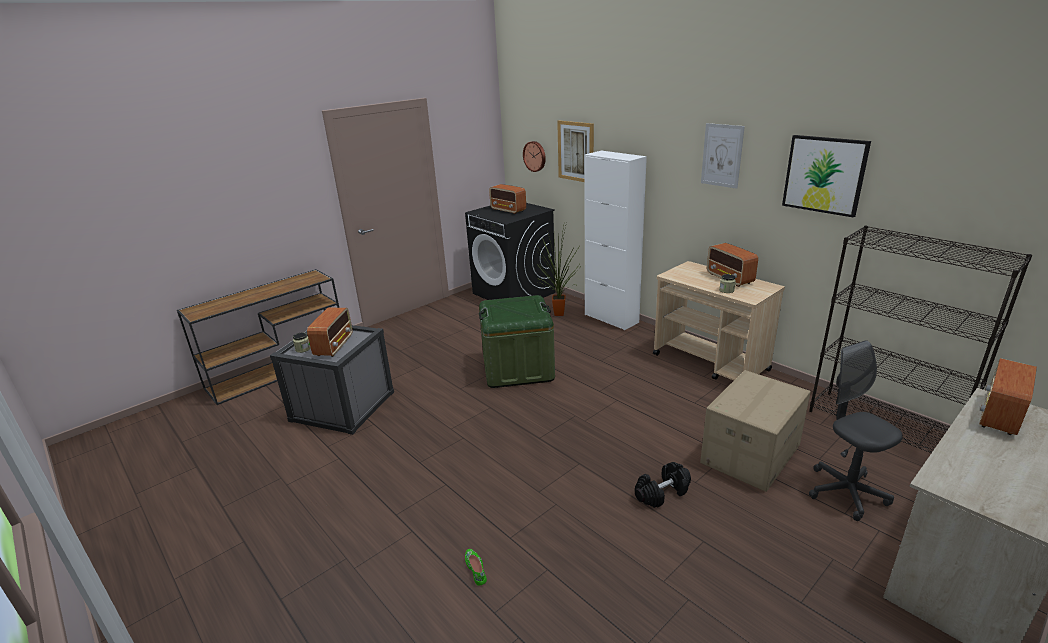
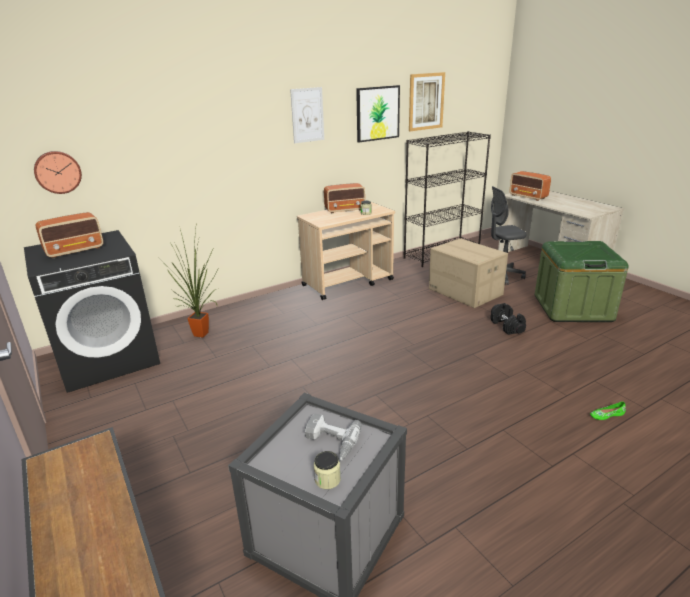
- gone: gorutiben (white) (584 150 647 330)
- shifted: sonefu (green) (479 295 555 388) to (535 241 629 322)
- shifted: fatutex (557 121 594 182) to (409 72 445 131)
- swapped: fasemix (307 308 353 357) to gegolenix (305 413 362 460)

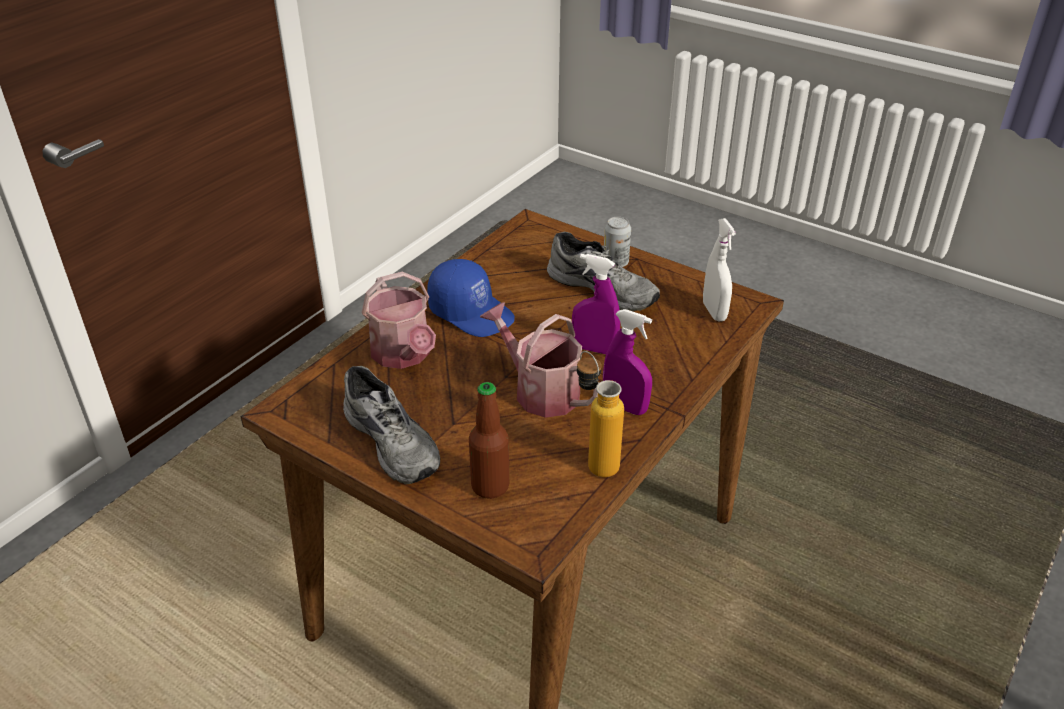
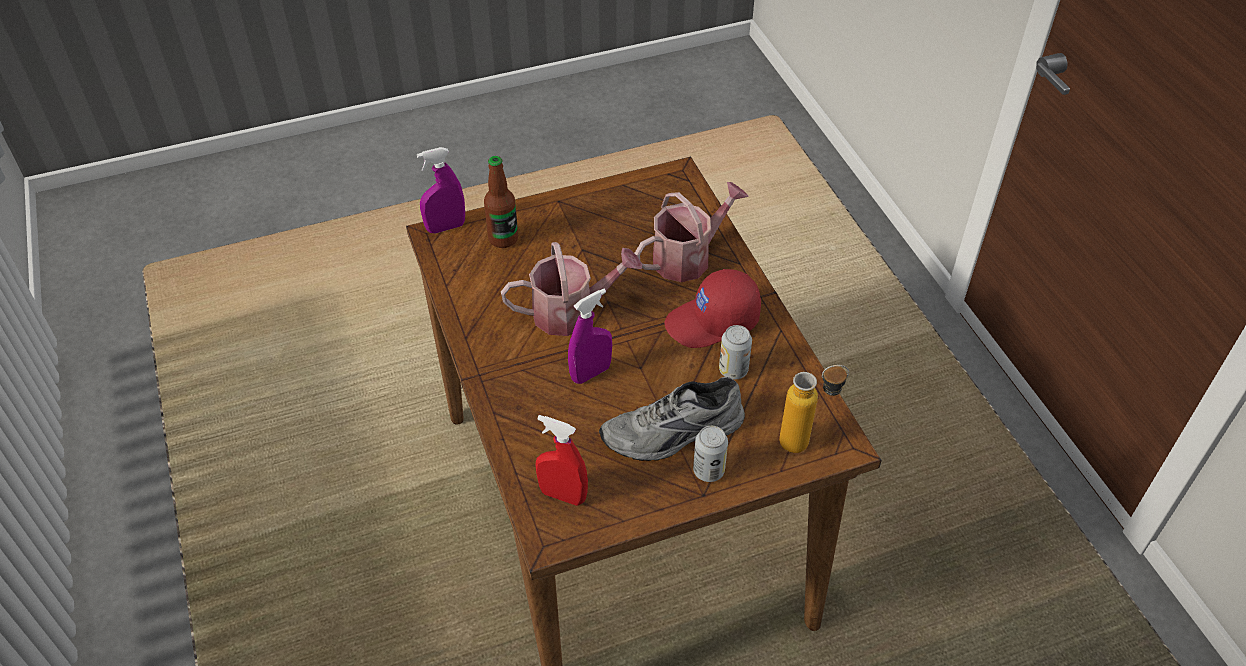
- gone: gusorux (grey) (343 366 440 484)
- new: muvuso (719 325 752 379)
- shifted: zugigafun (577 351 624 478) to (779 365 849 453)
- shifted: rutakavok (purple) (603 309 652 415) to (417 147 465 234)
- repainted: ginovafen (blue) (427 259 515 337) to ginovafen (red) (664 269 761 348)
- repainted: rutakavok (white) (703 218 736 321) to rutakavok (red) (536 415 588 506)
- rotated: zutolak (361 272 436 369) = (635 182 749 282) 135 degrees clockwise

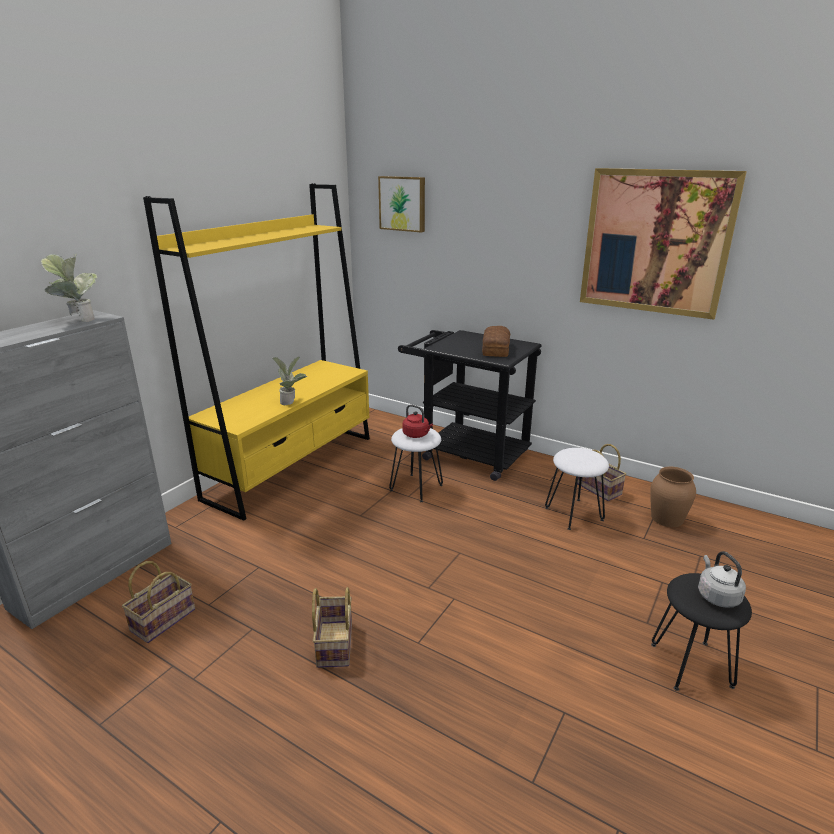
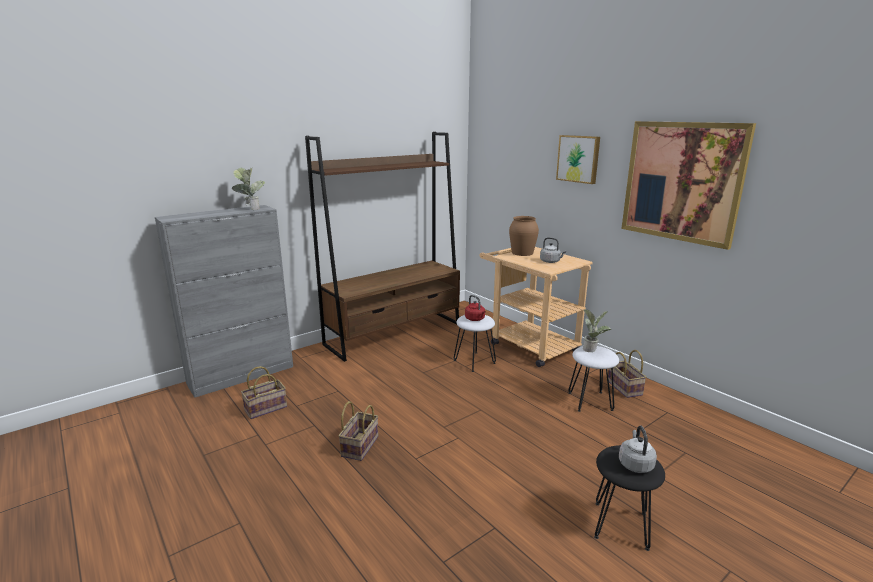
- shifted: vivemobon (272 357 307 405) to (583 309 611 352)
- shifted: fatutex (378 176 425 232) to (556 135 600 184)
- shifted: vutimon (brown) (650 467 696 527) to (509 216 539 256)
- swapped: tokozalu (482 326 510 357) to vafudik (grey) (540 237 566 263)
- repainted: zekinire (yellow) (143 183 370 521) to zekinire (brown) (305 132 460 362)
- repainted: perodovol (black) (398 330 541 481) to perodovol (beige) (480 247 593 367)

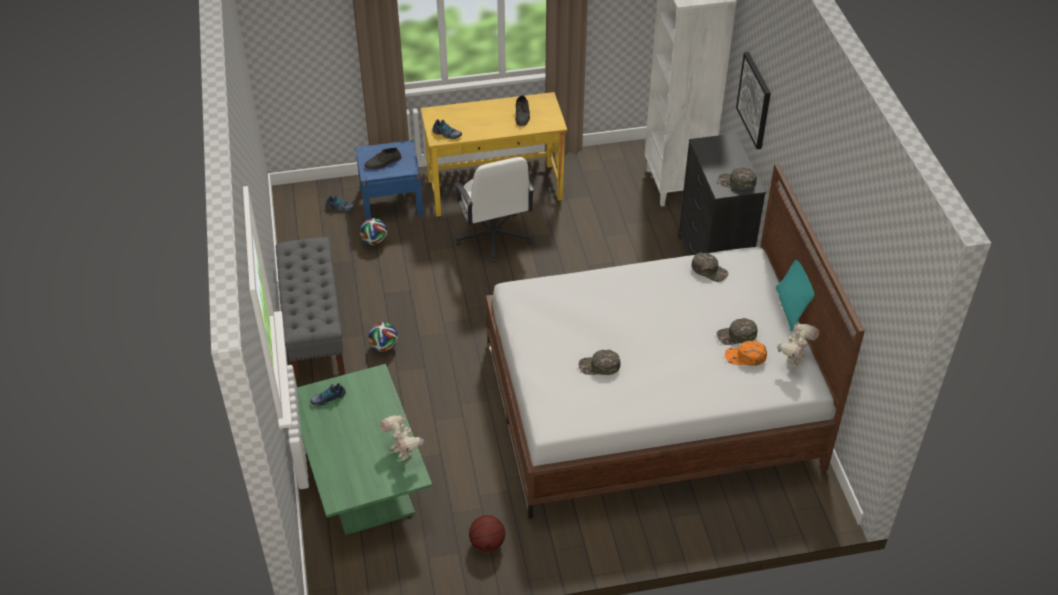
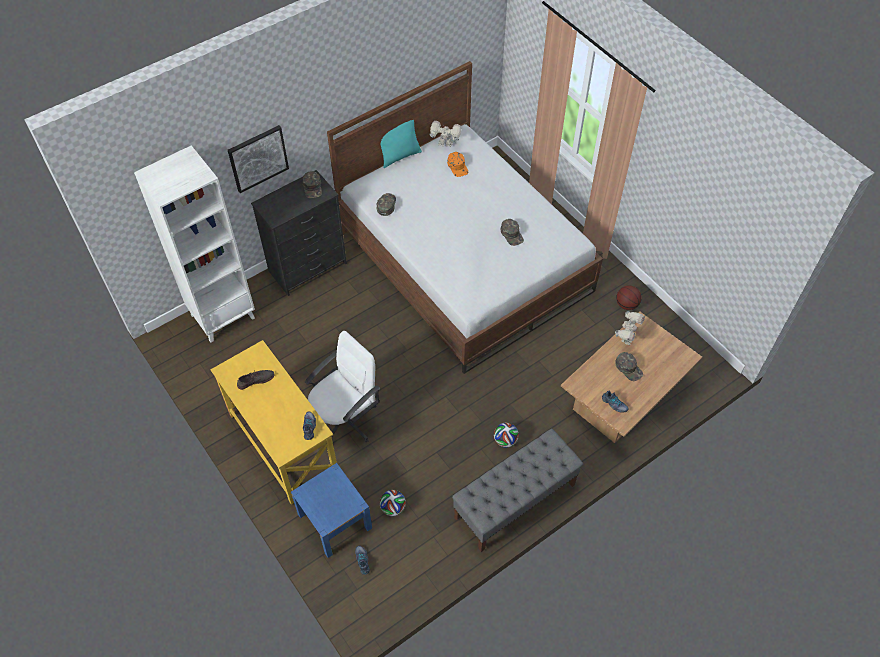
- gone: gusorux (grey) (364 148 402 169)
- shifted: ginovafen (green) (717 318 757 345) to (615 352 643 381)
- repainted: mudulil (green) (297 364 432 535) to mudulil (brown) (561 311 702 443)

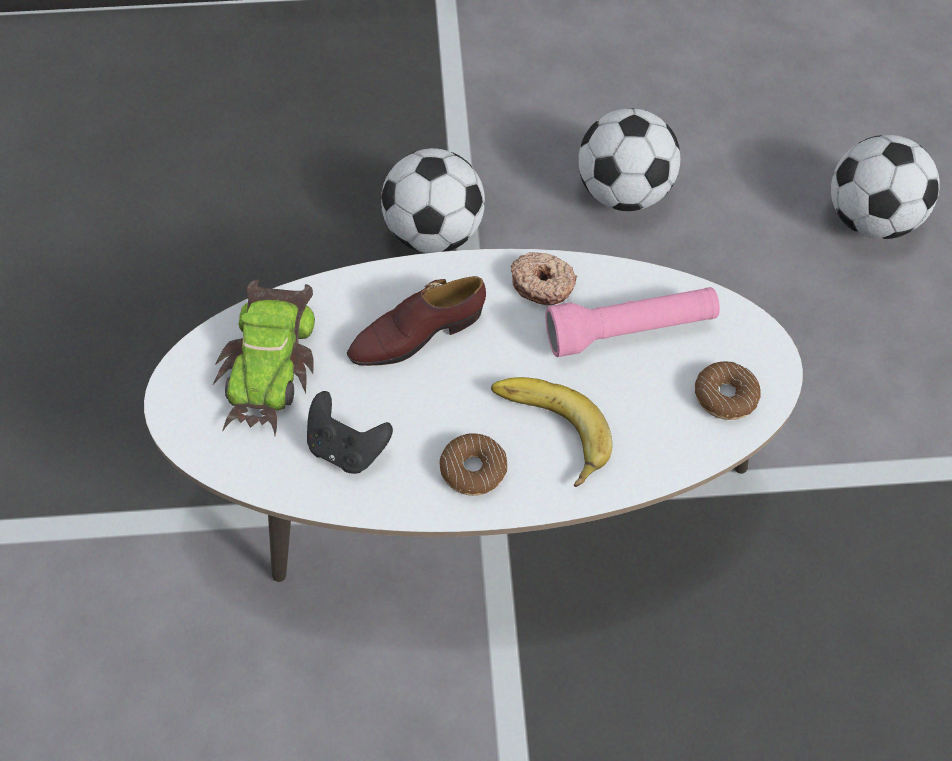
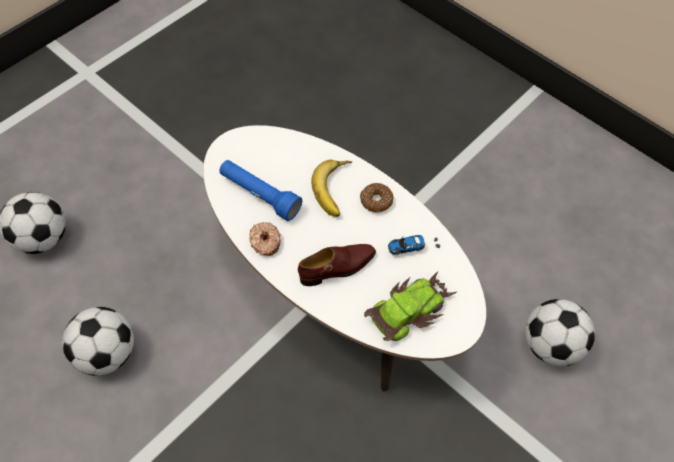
- gone: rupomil (695 361 761 420)
- shifted: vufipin (381 148 485 253) to (526 299 595 366)
- swapped: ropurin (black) (307 391 393 474) to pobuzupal (388 235 440 255)
- repainted: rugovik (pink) (545 287 720 357) to rugovik (blue) (219 160 302 221)
- rotated: gusorux (brown) (347 276 486 366) = (298 244 376 286) 45 degrees counterclockwise

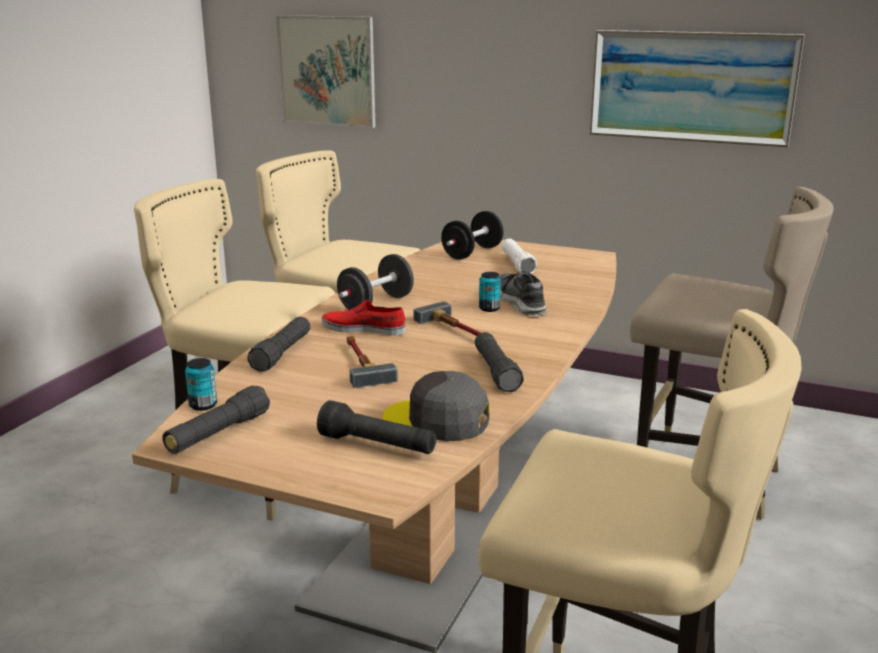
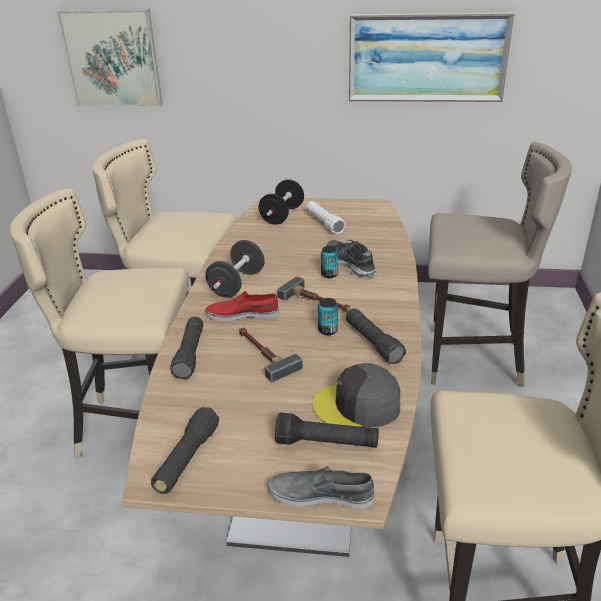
- new: gusorux (grey) (268 466 374 509)
- shifted: muvuso (185 358 217 411) to (318 298 338 335)

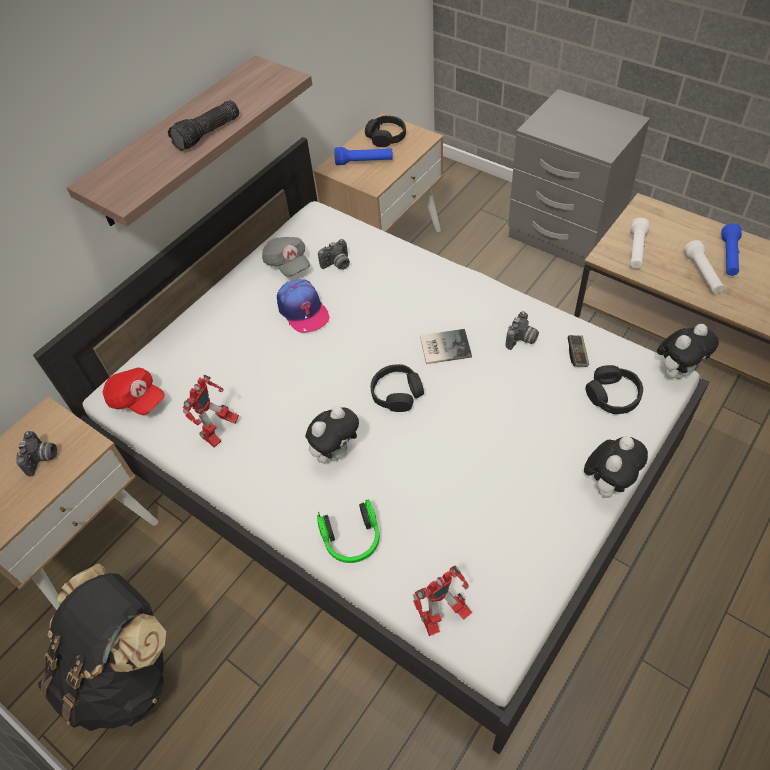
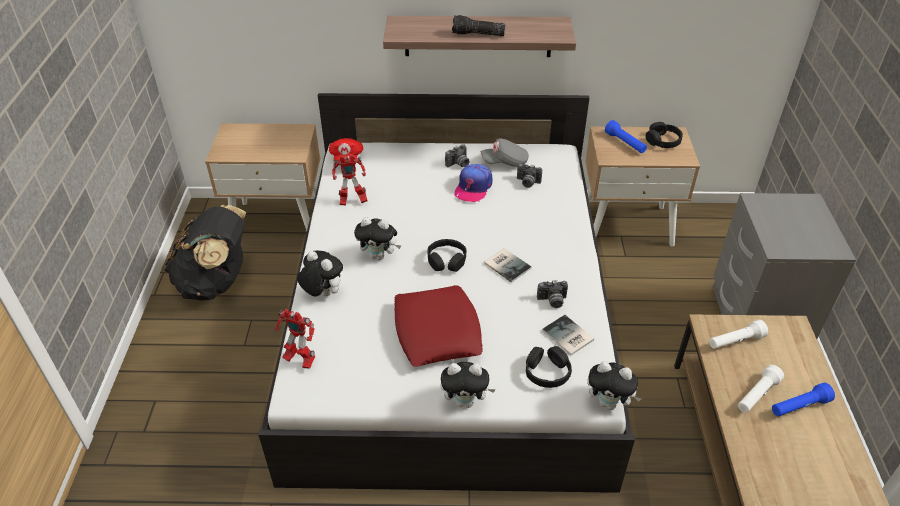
- new: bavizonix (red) (394 285 483 367)
- shifted: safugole (16 431 57 476) to (445 144 470 167)
- swapped: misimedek (317 499 379 563) to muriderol (297 251 343 296)
- swapped: ropurin (567 335 589 367) to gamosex (542 315 594 356)
- rotated: ginovafen (grey) (262 237 310 277) = (481 138 529 167) 60 degrees clockwise

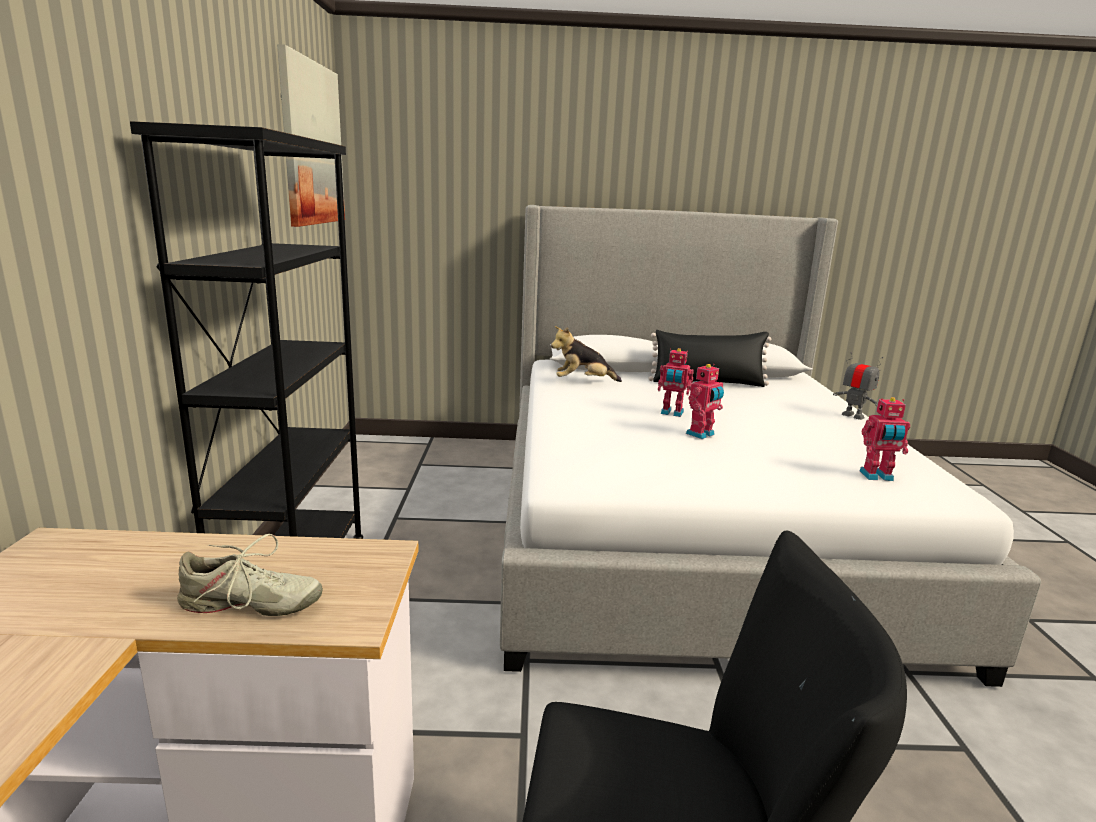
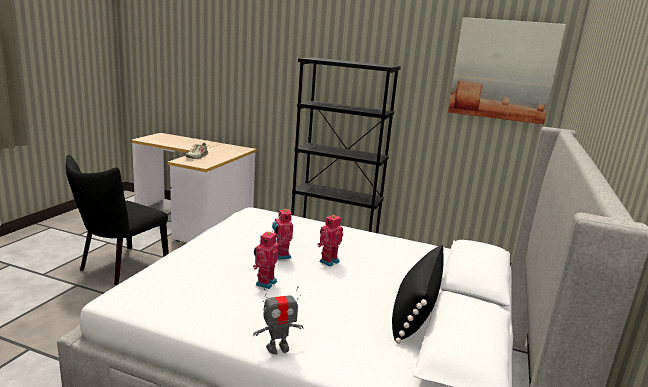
- gone: muriderol (551 326 622 382)
- shifted: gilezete (859 397 910 481) to (253 230 279 289)

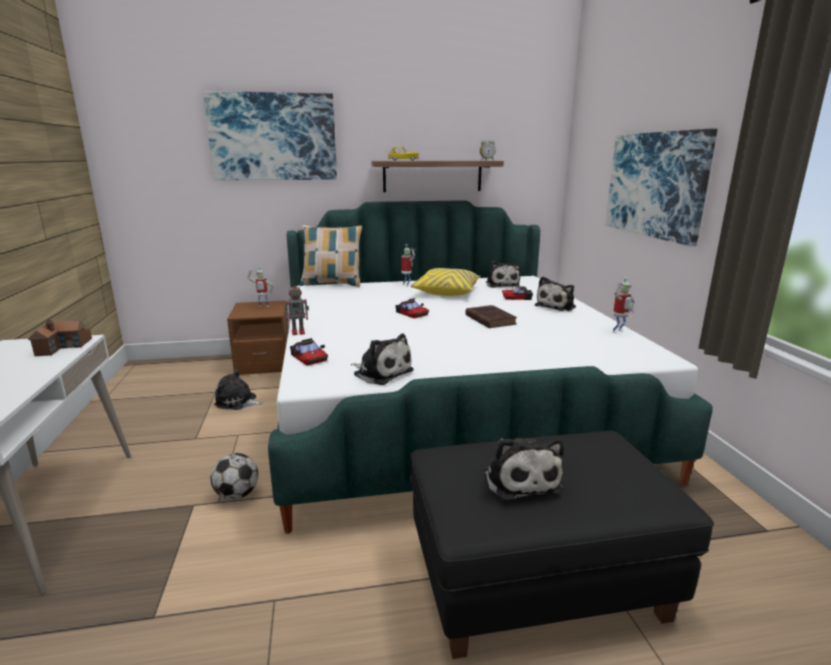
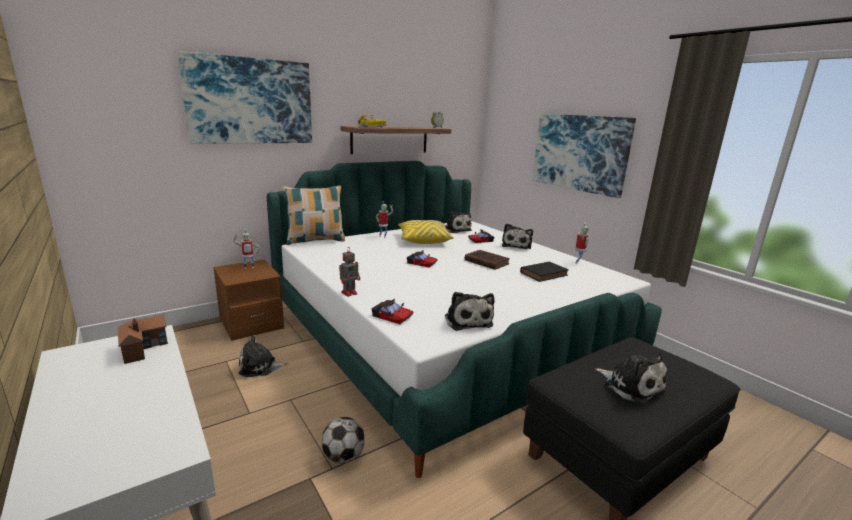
- new: gamosex (black) (520 261 569 282)
- rotated: muriderol (351 334 414 385) = (445 292 495 331) 60 degrees clockwise

